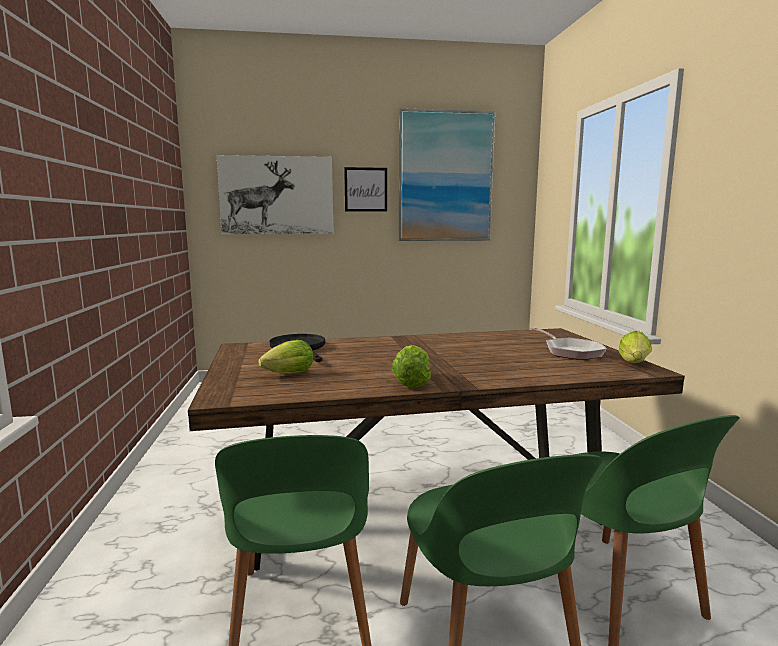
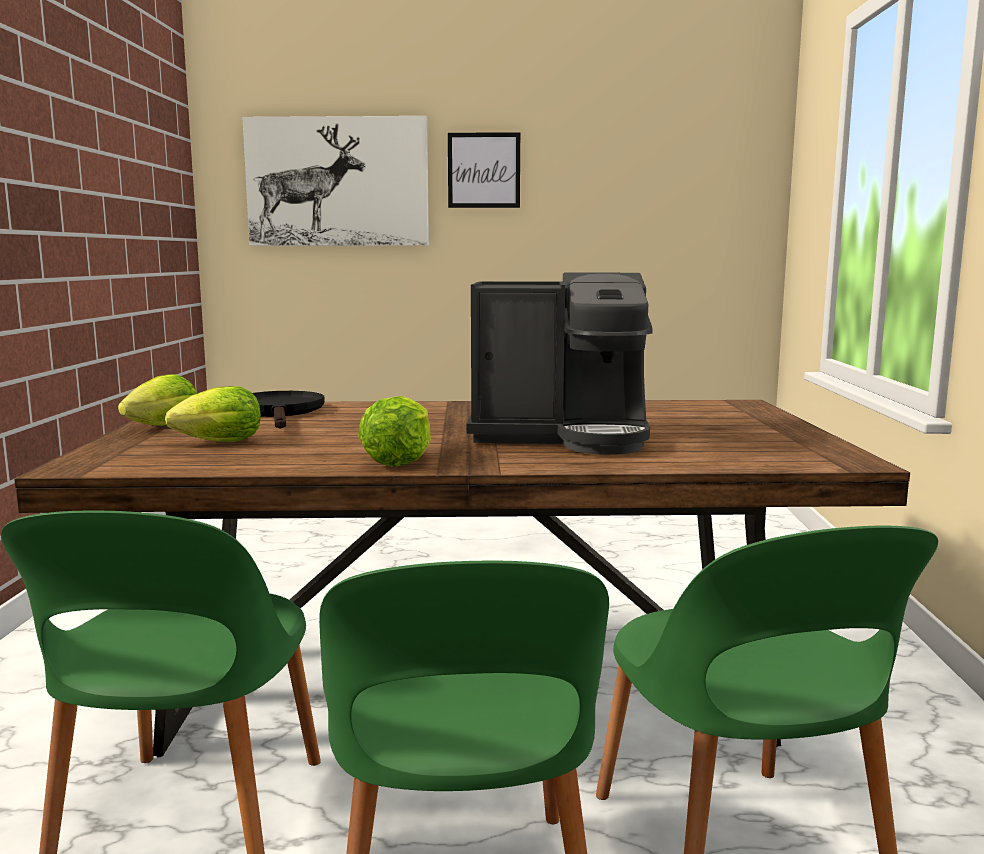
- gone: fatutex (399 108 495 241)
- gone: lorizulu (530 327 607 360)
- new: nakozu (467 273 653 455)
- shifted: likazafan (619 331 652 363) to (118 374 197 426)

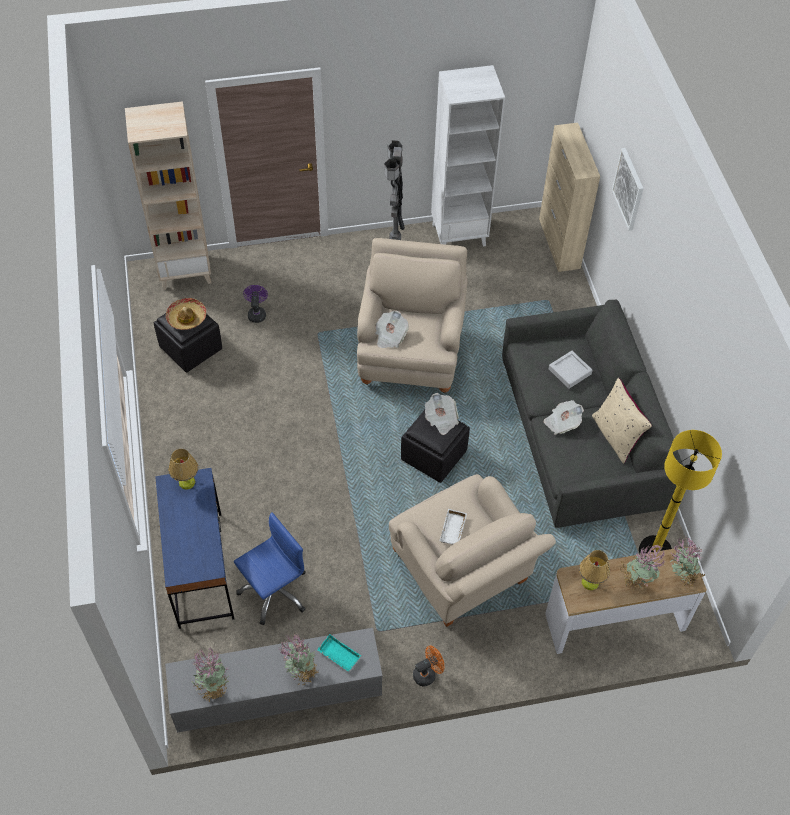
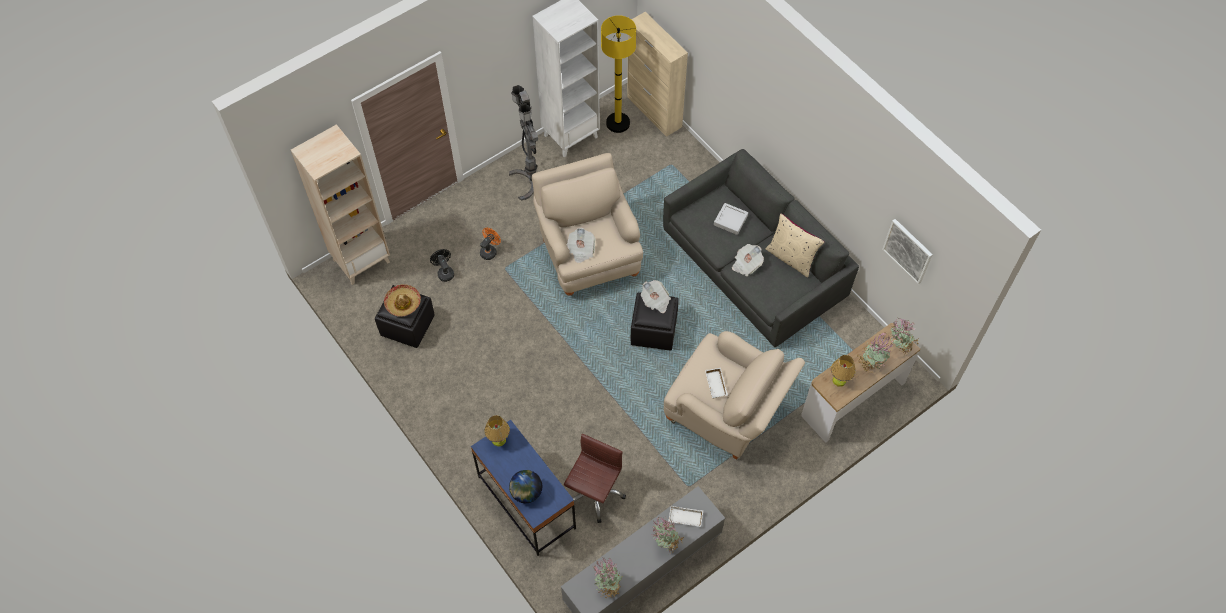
- new: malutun (509 470 542 503)
- shifted: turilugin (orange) (413 646 445 686) to (480 228 501 260)
- shifted: fatutex (612 148 643 231) to (882 219 933 284)
- shifted: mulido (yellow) (639 430 722 554) to (601 15 636 133)
- repainted: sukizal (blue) (234 513 306 625) to sukizal (brown) (564 434 626 523)
- repainted: turilugin (purple) (243 285 268 323) to turilugin (black) (430 249 454 282)
- repainted: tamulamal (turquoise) (317 634 361 672) to tamulamal (white) (668 506 703 527)

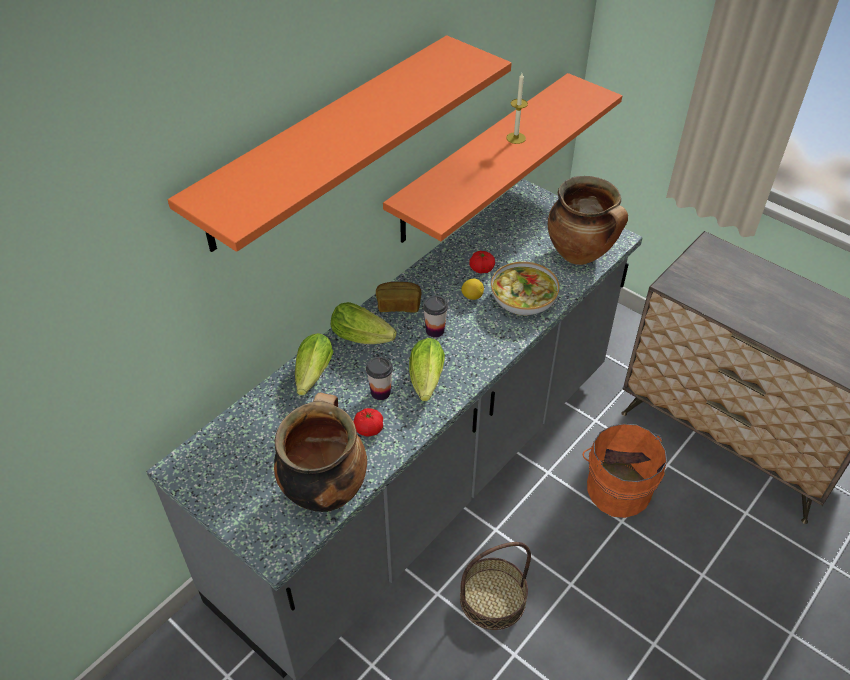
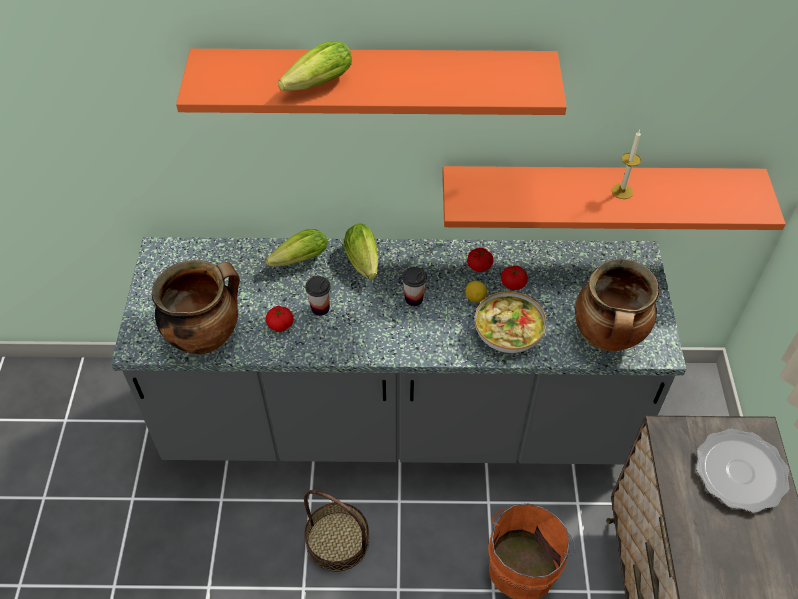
- gone: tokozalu (376 282 422 313)
- new: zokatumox (467 248 494 272)
- new: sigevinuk (696 429 789 513)
- shifted: likazafan (409 338 445 401) to (278 41 352 91)

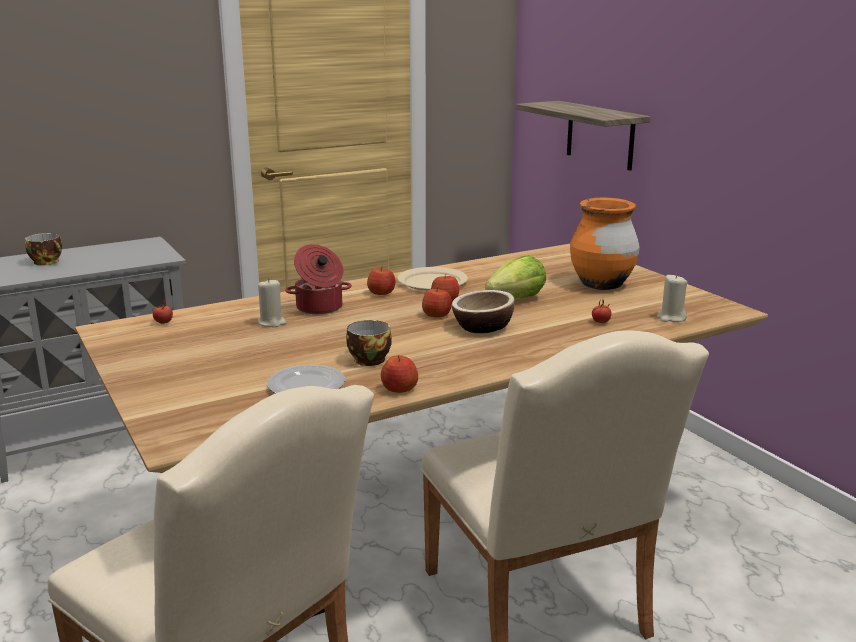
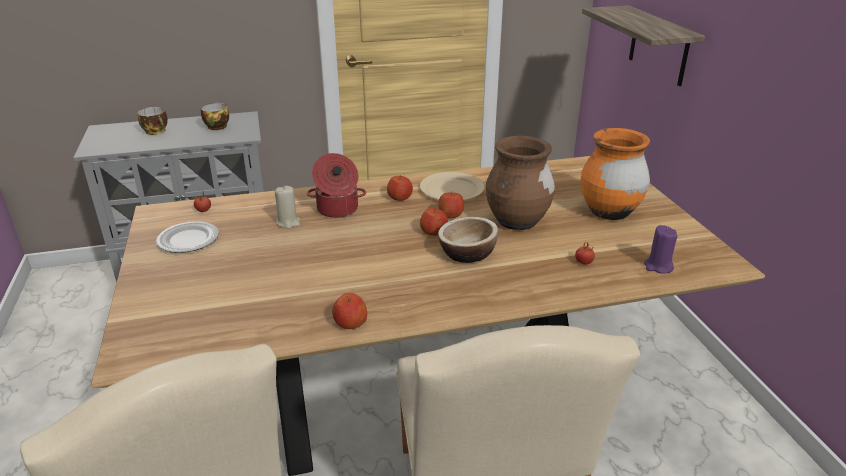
- shifted: sigevinuk (267 365 345 393) to (156 221 219 253)
- shifted: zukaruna (346 320 392 366) to (201 103 229 130)
- swapped: likazafan (485 255 546 299) to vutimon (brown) (486 136 555 230)
- repainted: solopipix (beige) (657 274 687 322) to solopipix (purple) (644 225 678 274)

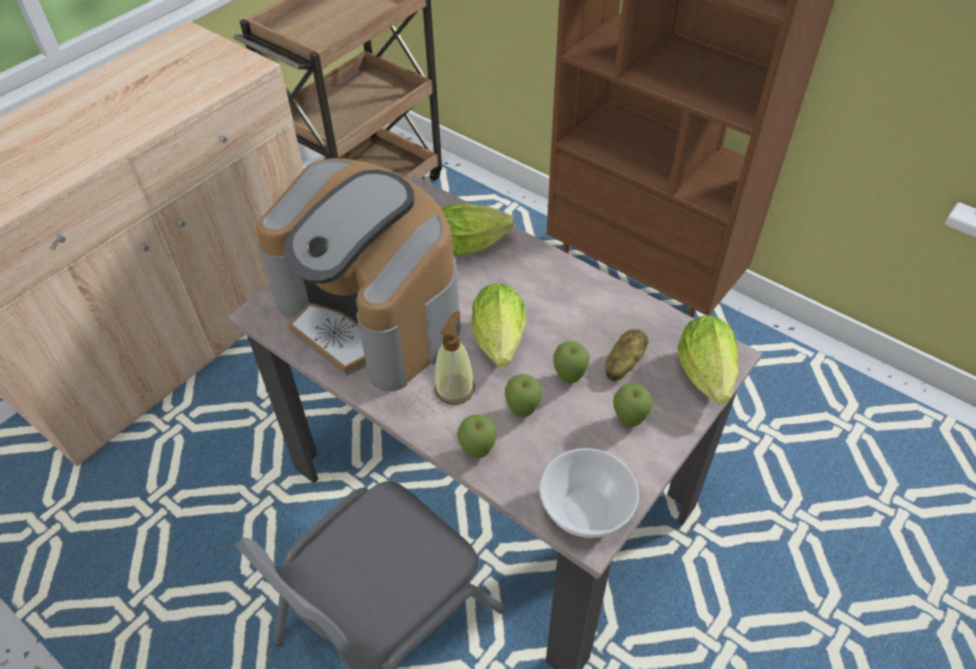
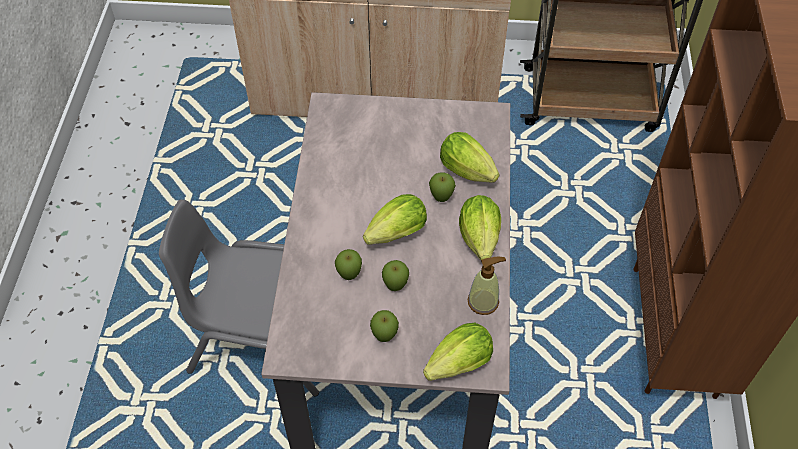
- gone: nakozu (256 158 461 392)
- gone: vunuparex (540 448 639 538)
- gone: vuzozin (605 329 649 381)
- new: likazafan (459 195 501 260)
- shifted: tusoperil (434 311 475 405) to (467 257 506 315)
- shifted: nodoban (457 414 497 458) to (429 173 456 202)

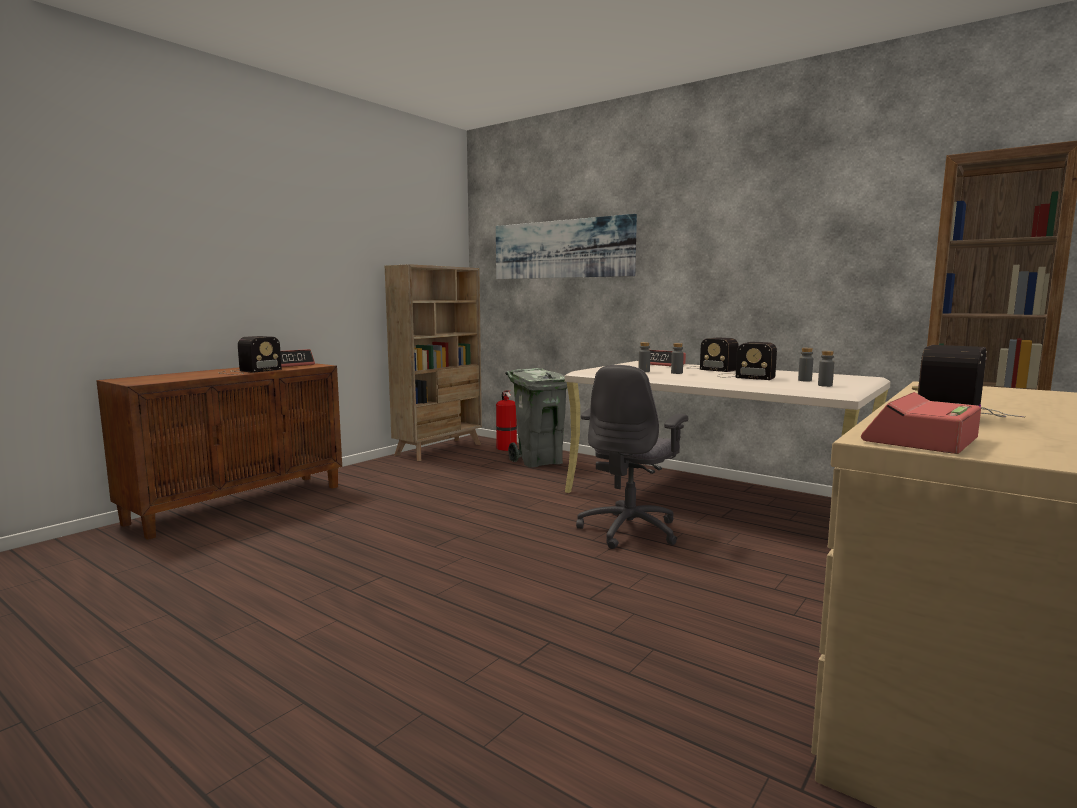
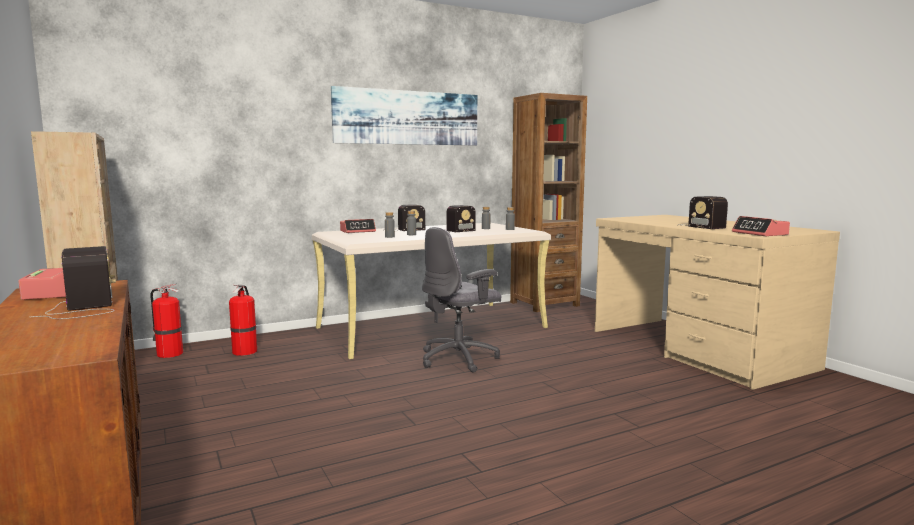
- shifted: fatutex (496 214 637 279) to (331 86 477 145)
- swapped: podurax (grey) (505 368 567 468) to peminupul (229 285 257 356)
- rotated: sukizal (grey) (576 365 688 549) = (422 227 501 373) 90 degrees clockwise

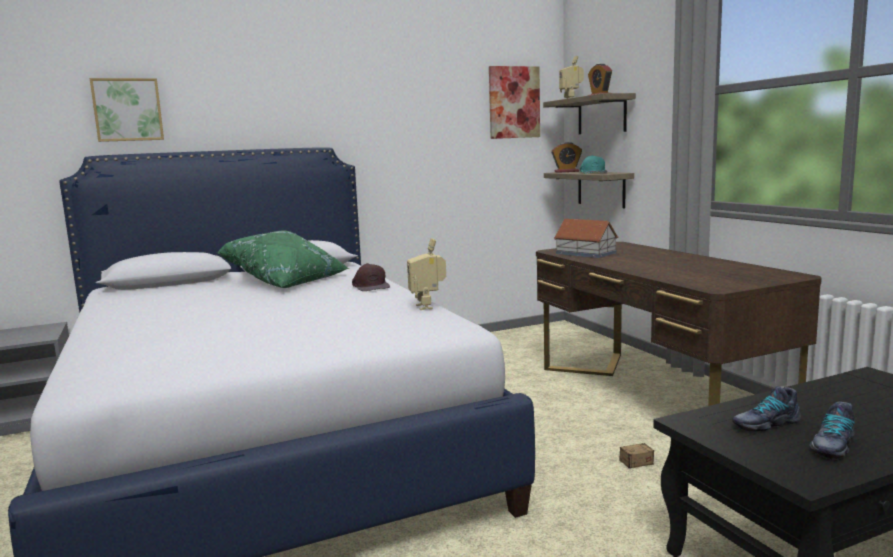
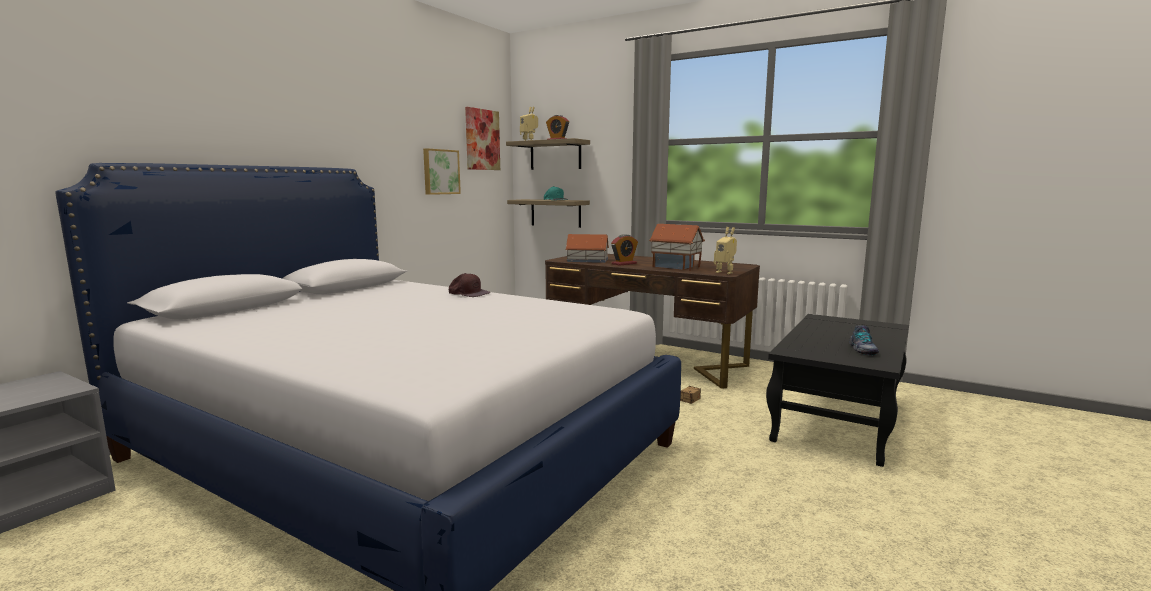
- gone: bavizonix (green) (217 231 349 288)
- gone: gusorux (732 386 801 432)
- new: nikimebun (649 224 705 271)
- shifted: fatutex (90 78 164 142) to (423 148 461 195)
- shifted: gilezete (407 238 446 310) to (714 227 737 274)
- shifted: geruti (551 142 582 173) to (611 234 638 266)

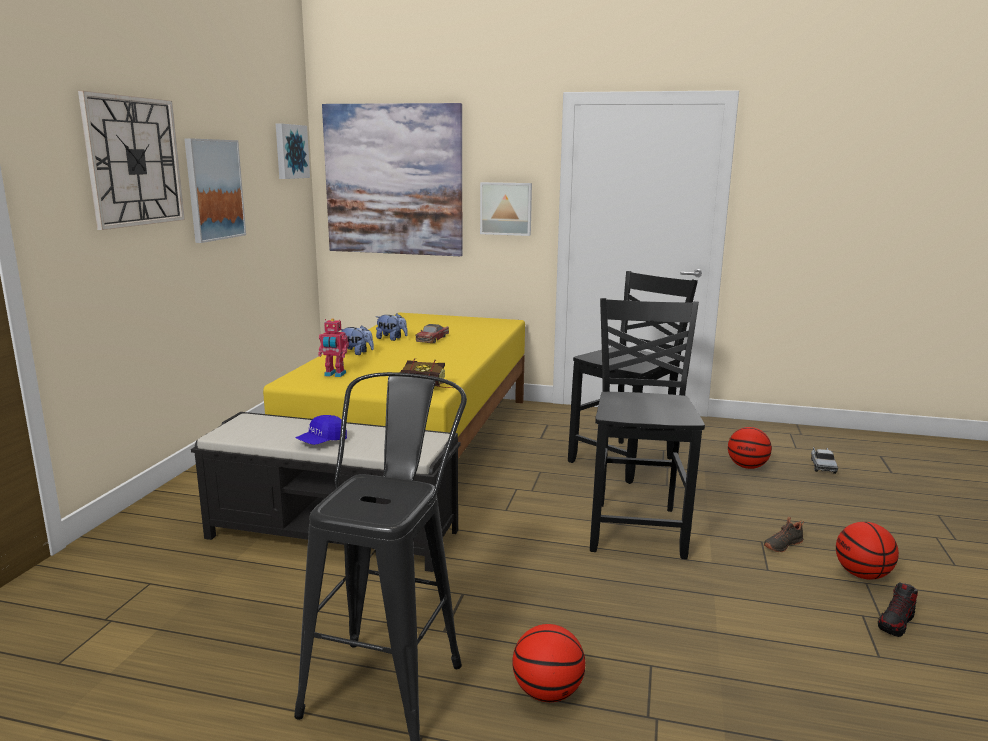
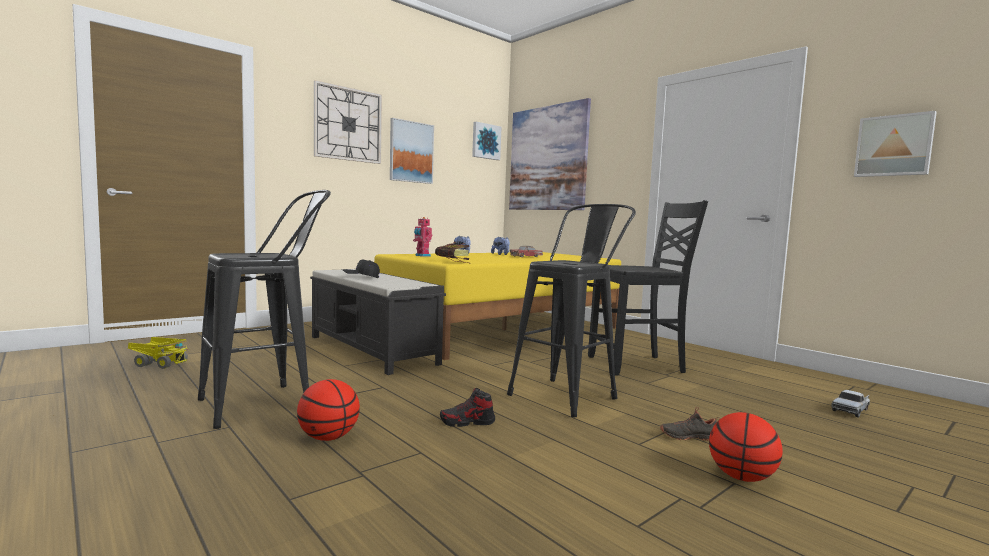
- gone: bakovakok (728 427 772 469)
- new: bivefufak (128 337 188 369)
- shifted: fatutex (480 182 532 236) to (854 111 937 177)
- shifted: gusorux (878 582 918 637) to (440 388 495 427)
- swapped: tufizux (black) (590 298 705 559) to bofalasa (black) (507 204 636 417)
- repainted: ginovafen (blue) (295 415 347 445) to ginovafen (black) (343 259 380 278)

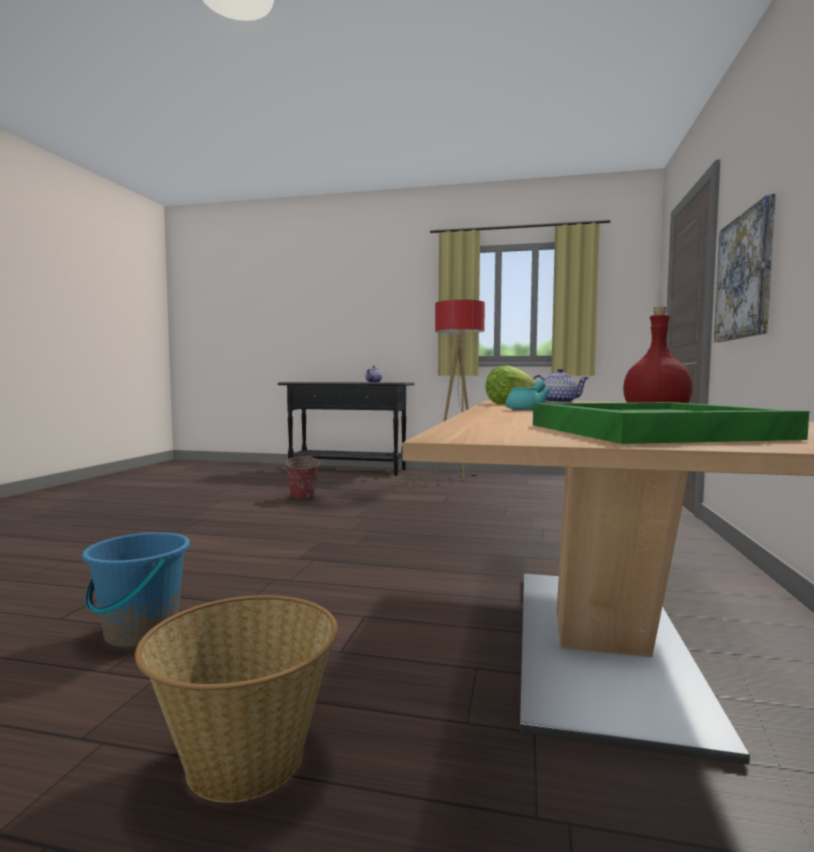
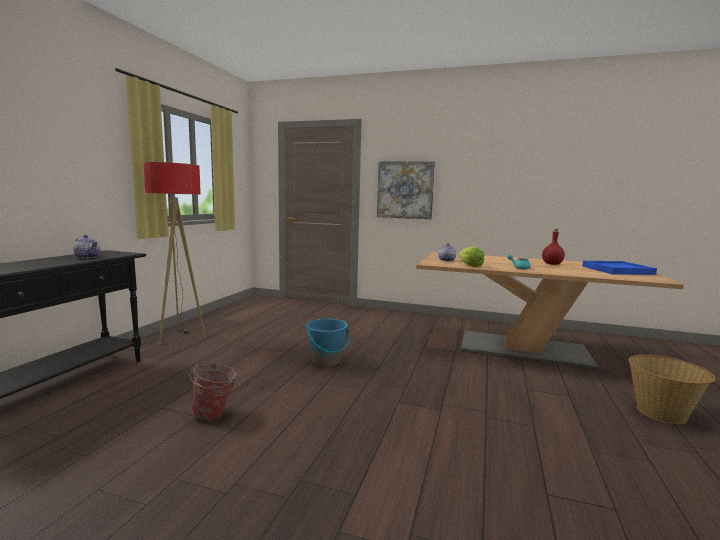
- shifted: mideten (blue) (82 532 190 647) to (306 319 350 367)
- repainted: tamulamal (green) (533 402 809 444) to tamulamal (blue) (582 261 657 275)

